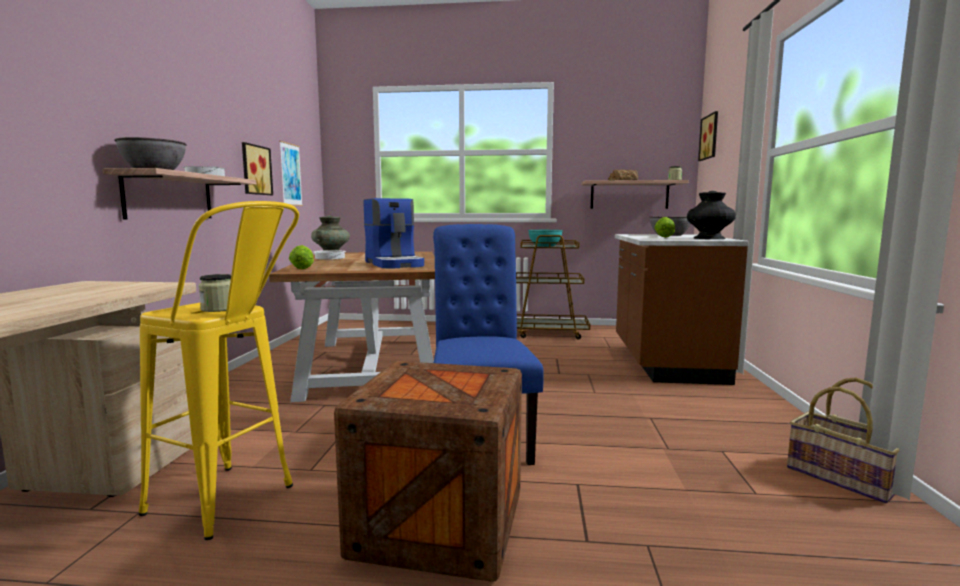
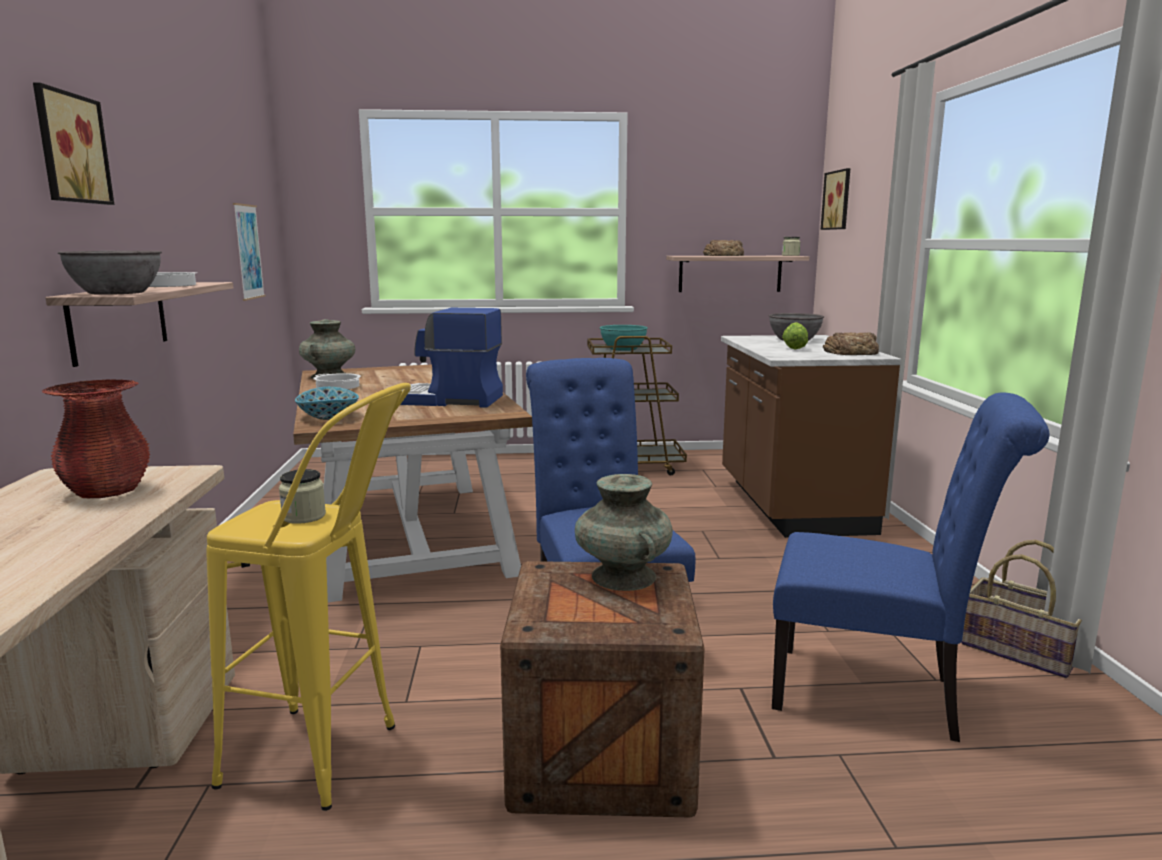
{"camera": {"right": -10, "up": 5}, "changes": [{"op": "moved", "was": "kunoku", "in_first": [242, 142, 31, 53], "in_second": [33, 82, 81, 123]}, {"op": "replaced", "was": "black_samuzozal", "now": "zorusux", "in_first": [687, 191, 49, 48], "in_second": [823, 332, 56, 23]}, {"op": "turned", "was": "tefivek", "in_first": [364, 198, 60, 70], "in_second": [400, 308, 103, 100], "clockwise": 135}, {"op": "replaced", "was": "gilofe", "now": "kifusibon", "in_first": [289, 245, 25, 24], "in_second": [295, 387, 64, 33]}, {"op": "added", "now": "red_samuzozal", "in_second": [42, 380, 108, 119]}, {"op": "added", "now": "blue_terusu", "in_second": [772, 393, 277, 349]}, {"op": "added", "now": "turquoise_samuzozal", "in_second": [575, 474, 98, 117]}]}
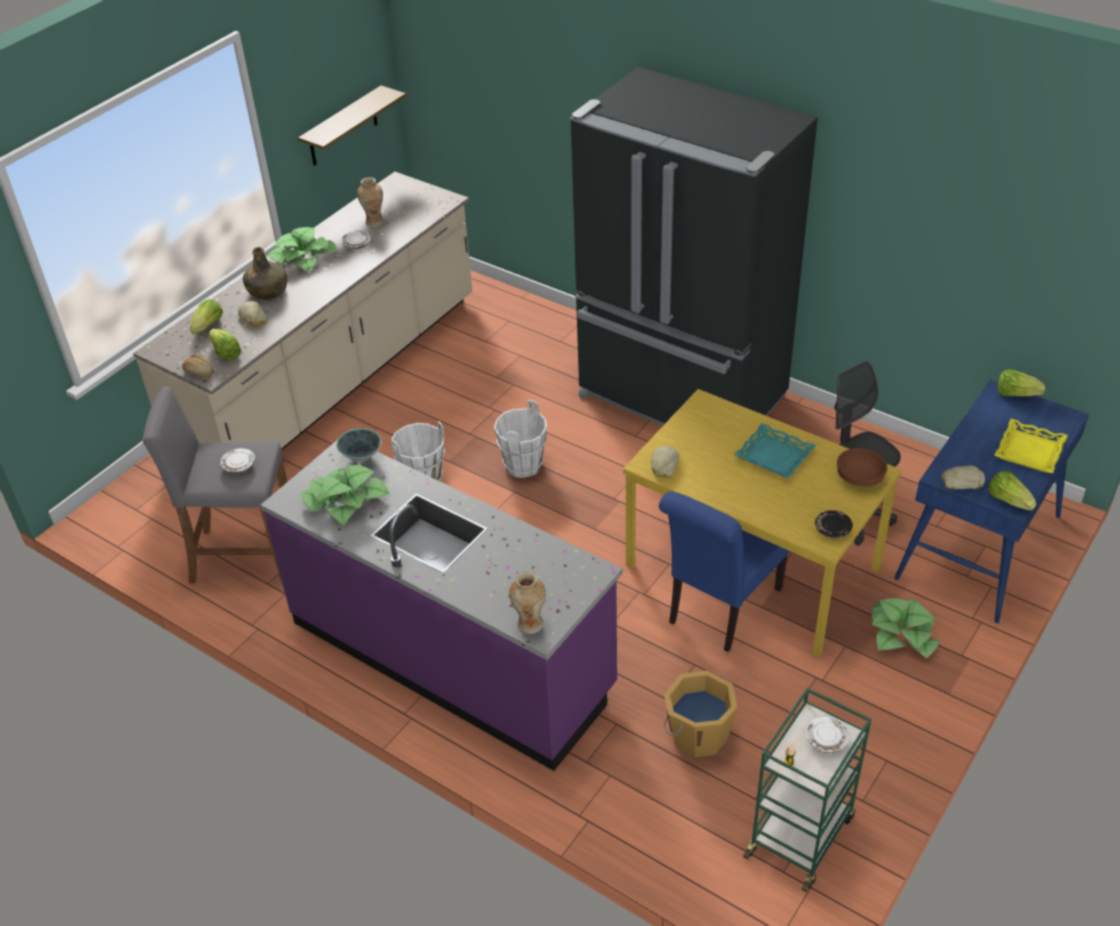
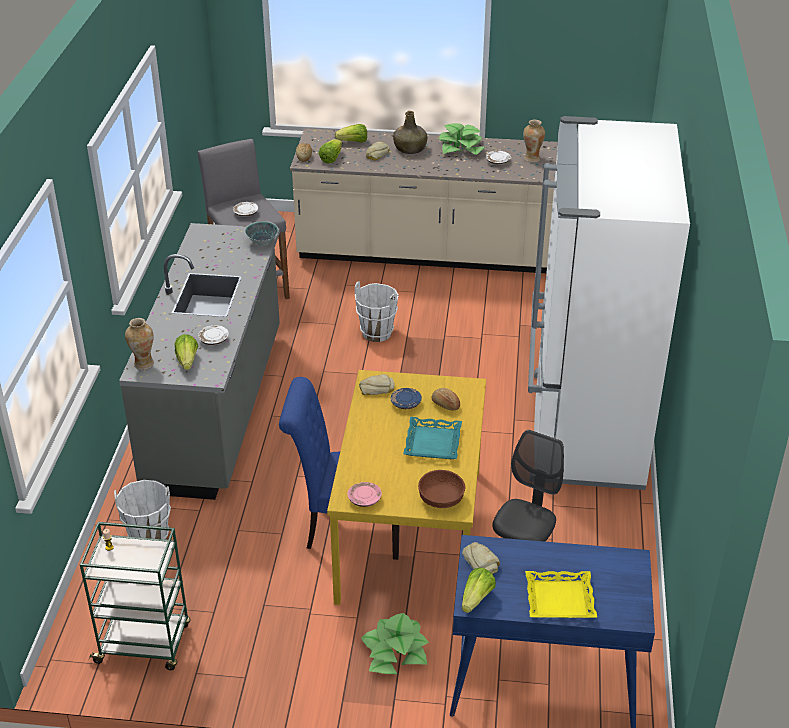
{"camera": {"right": 60, "up": -5}, "changes": [{"op": "recoloured", "was": "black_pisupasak", "now": "white_pisupasak", "in_first": [570, 67, 248, 358], "in_second": [528, 116, 162, 374]}, {"op": "removed", "was": "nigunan", "in_first": [298, 86, 108, 80]}, {"op": "moved", "was": "gilofe", "in_first": [997, 369, 49, 27], "in_second": [175, 334, 23, 36]}, {"op": "moved", "was": "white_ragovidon", "in_first": [494, 400, 53, 78], "in_second": [114, 480, 57, 60]}, {"op": "recoloured", "was": "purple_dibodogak", "now": "grey_dibodogak", "in_first": [261, 440, 362, 331], "in_second": [119, 223, 161, 277]}, {"op": "removed", "was": "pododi", "in_first": [301, 464, 89, 61]}, {"op": "recoloured", "was": "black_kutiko", "now": "pink_kutiko", "in_first": [815, 510, 38, 28], "in_second": [347, 482, 35, 25]}, {"op": "removed", "was": "orange_ragovidon", "in_first": [664, 671, 73, 86]}, {"op": "moved", "was": "white_kutiko", "in_first": [806, 717, 43, 36], "in_second": [198, 325, 31, 20]}, {"op": "added", "now": "blue_kutiko", "in_second": [390, 388, 32, 21]}, {"op": "added", "now": "zorusux", "in_second": [432, 388, 28, 22]}]}
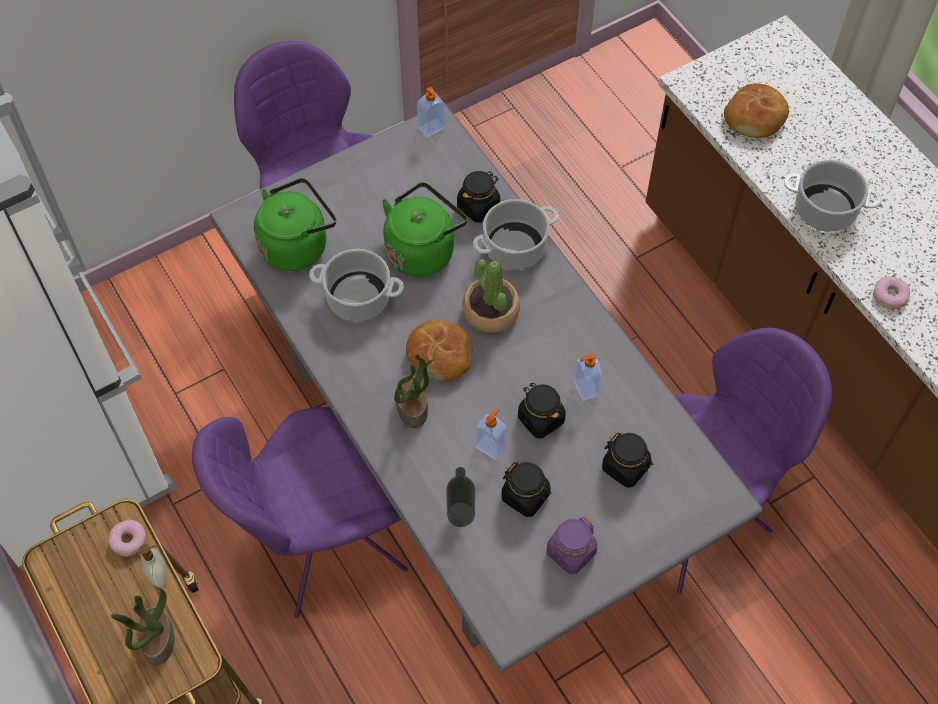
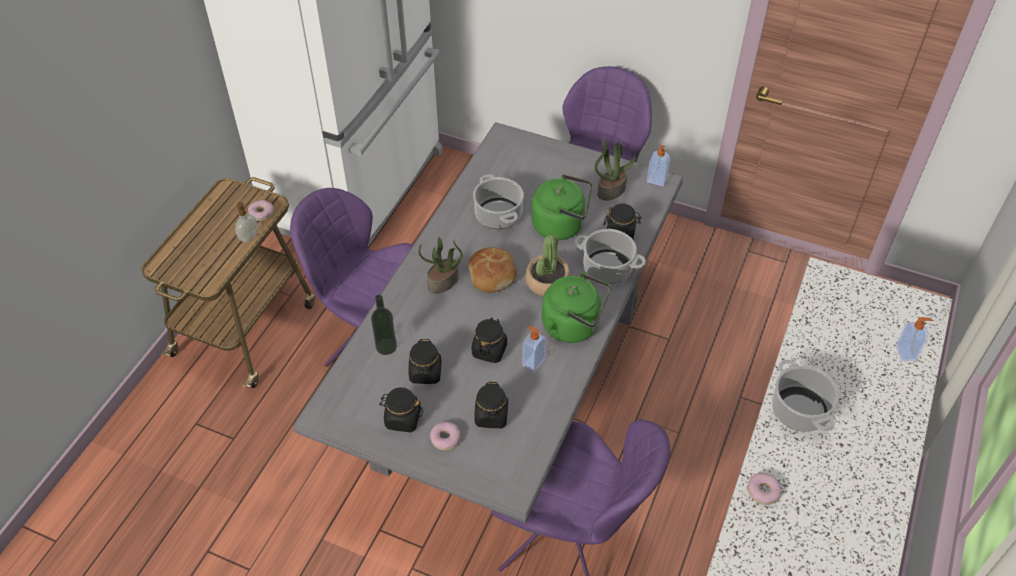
{"camera": {"right": 55, "up": -10}, "changes": [{"op": "removed", "was": "zorusux", "in_first": [724, 83, 65, 55]}, {"op": "moved", "was": "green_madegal", "in_first": [254, 178, 82, 93], "in_second": [542, 272, 69, 71]}, {"op": "moved", "was": "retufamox", "in_first": [475, 408, 32, 52], "in_second": [896, 317, 36, 44]}, {"op": "recoloured", "was": "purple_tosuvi", "now": "black_tosuvi", "in_first": [547, 517, 50, 57], "in_second": [379, 387, 44, 45]}, {"op": "moved", "was": "pododi", "in_first": [111, 587, 63, 78], "in_second": [595, 139, 41, 62]}, {"op": "added", "now": "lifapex", "in_second": [430, 422, 30, 28]}]}
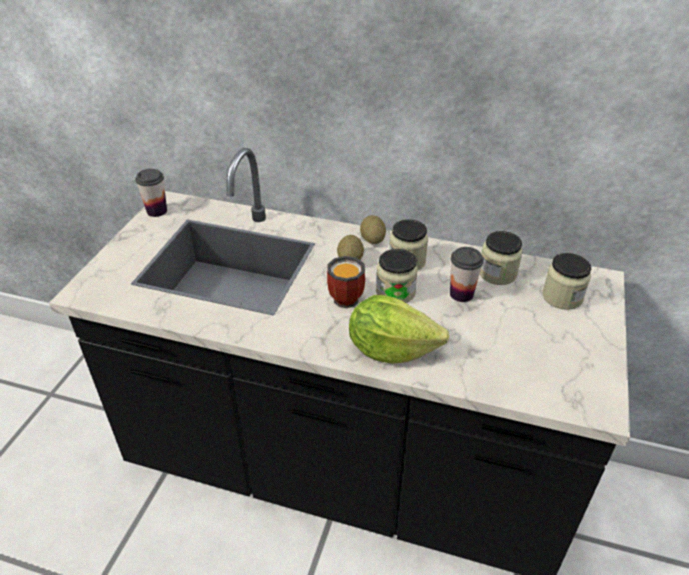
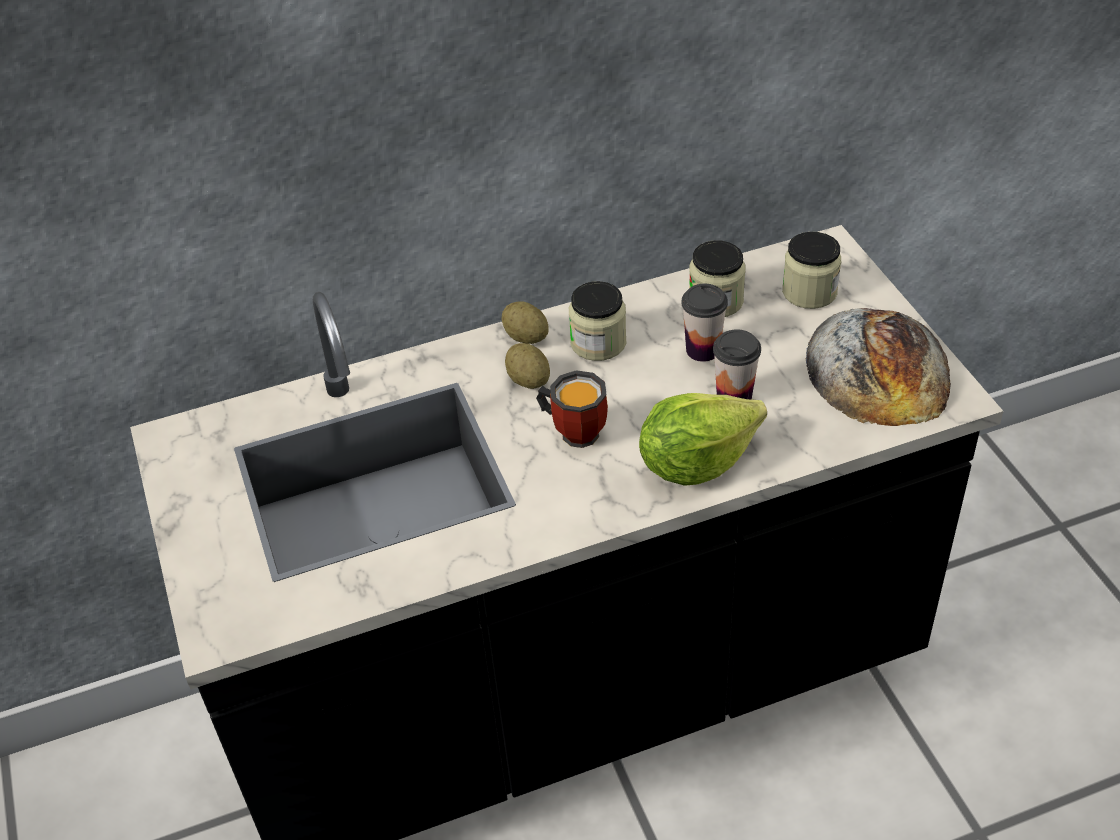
{"camera": {"right": -35, "up": 5}, "changes": [{"op": "moved", "was": "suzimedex", "in_first": [135, 169, 32, 48], "in_second": [713, 329, 48, 70]}, {"op": "removed", "was": "tosuvi", "in_first": [376, 249, 42, 54]}, {"op": "added", "now": "zorusux", "in_second": [806, 308, 145, 118]}]}
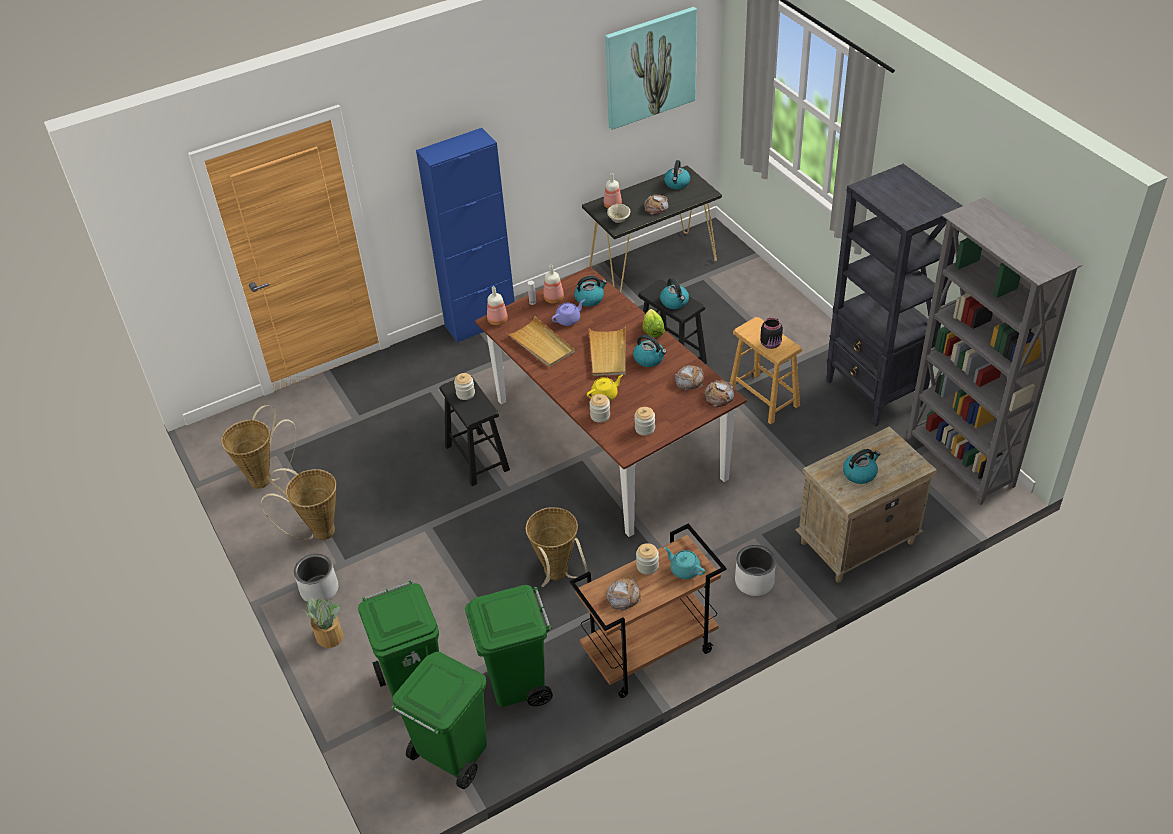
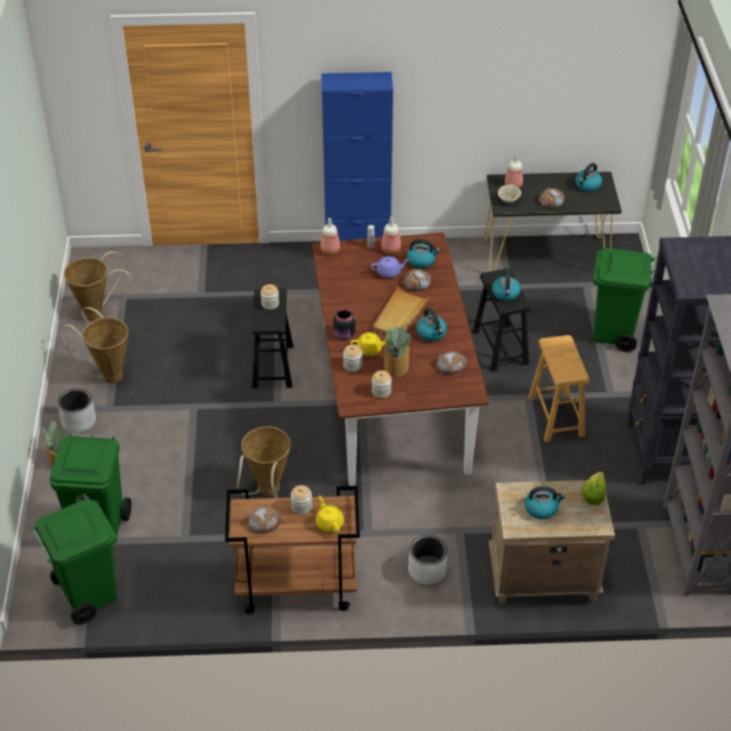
{"camera": {"right": 25, "up": 0}, "changes": [{"op": "removed", "was": "kunoku", "in_first": [605, 7, 92, 123]}, {"op": "moved", "was": "gilofe", "in_first": [643, 309, 22, 29], "in_second": [581, 472, 25, 33]}, {"op": "removed", "was": "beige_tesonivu", "in_first": [507, 316, 68, 51]}, {"op": "moved", "was": "black_tosuvi", "in_first": [760, 318, 23, 31], "in_second": [333, 309, 22, 31]}, {"op": "moved", "was": "zorusux", "in_first": [704, 381, 30, 26], "in_second": [402, 269, 29, 22]}, {"op": "recoloured", "was": "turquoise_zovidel", "now": "yellow_zovidel", "in_first": [664, 547, 41, 32], "in_second": [315, 496, 29, 37]}, {"op": "moved", "was": "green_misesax", "in_first": [465, 585, 88, 122], "in_second": [593, 248, 63, 104]}, {"op": "added", "now": "pododi", "in_second": [384, 326, 28, 51]}]}
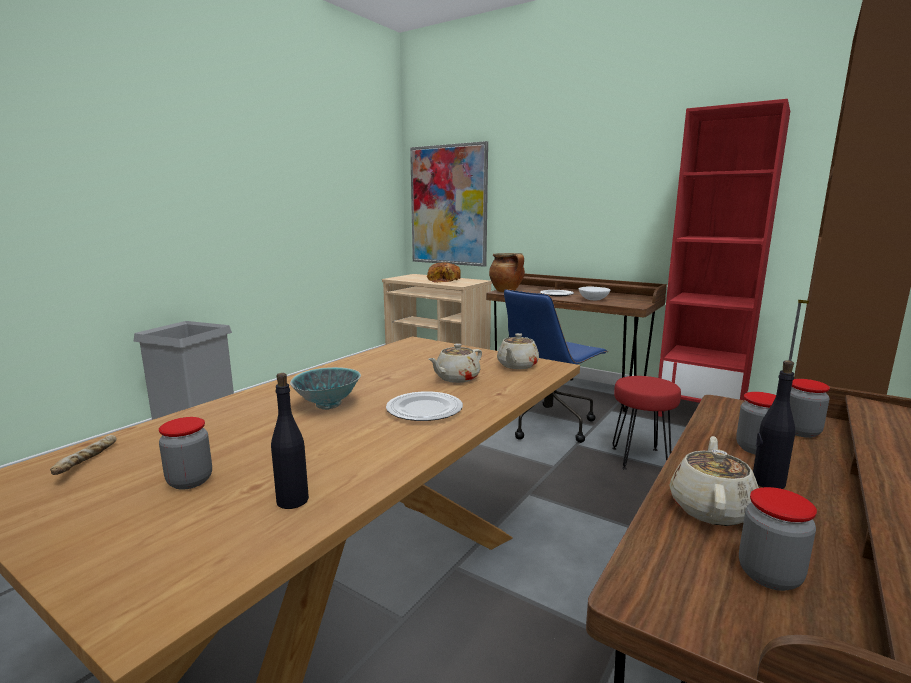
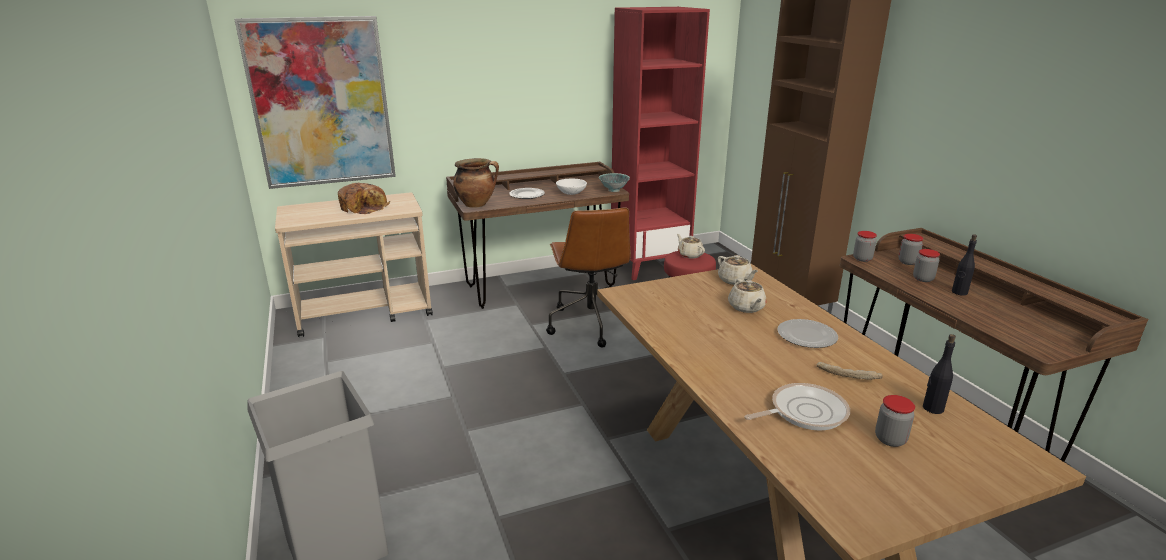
{"camera": {"right": -55, "up": 10}, "changes": [{"op": "recoloured", "was": "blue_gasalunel", "now": "brown_gasalunel", "in_first": [504, 289, 104, 154], "in_second": [546, 207, 85, 141]}, {"op": "moved", "was": "kifusibon", "in_first": [290, 367, 71, 43], "in_second": [599, 173, 31, 19]}, {"op": "moved", "was": "zorusux", "in_first": [50, 435, 66, 40], "in_second": [816, 362, 67, 18]}, {"op": "moved", "was": "beige_zovidel", "in_first": [670, 436, 89, 90], "in_second": [677, 234, 28, 24]}, {"op": "moved", "was": "tosuvi", "in_first": [739, 487, 78, 104], "in_second": [853, 231, 24, 31]}, {"op": "added", "now": "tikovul", "in_second": [745, 383, 105, 47]}]}
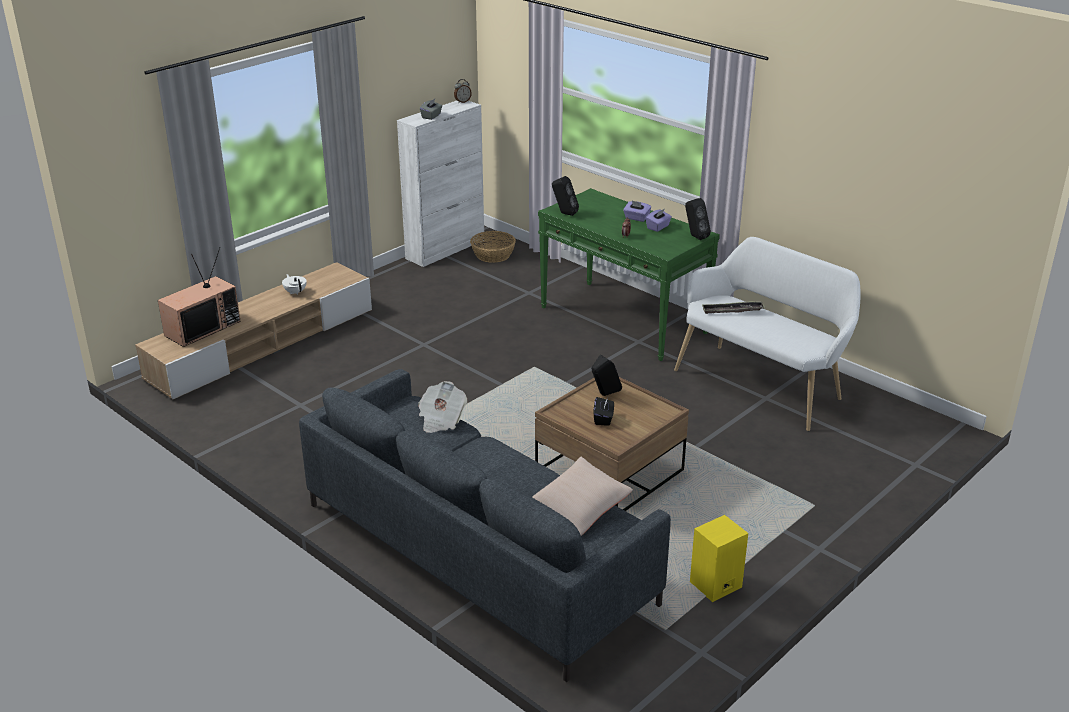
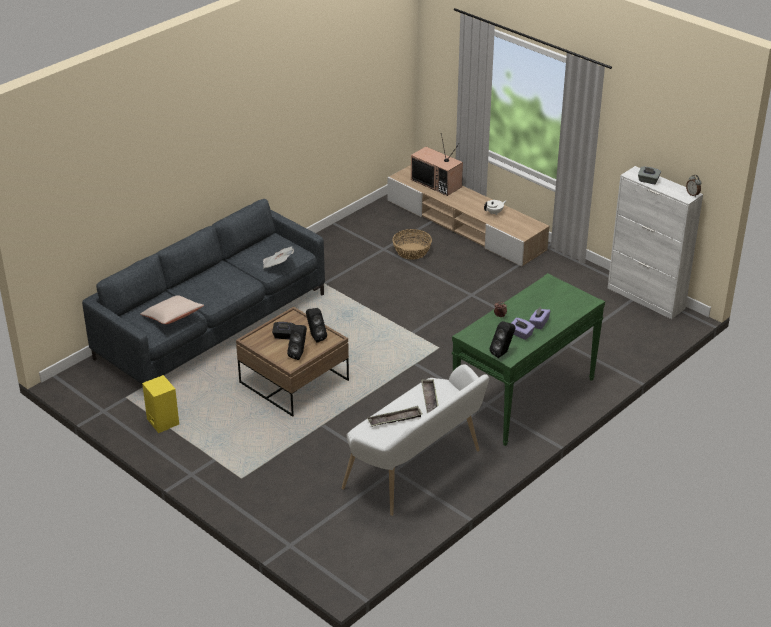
{"camera": {"right": 90, "up": 5}, "changes": [{"op": "moved", "was": "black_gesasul", "in_first": [552, 176, 27, 40], "in_second": [287, 325, 20, 35]}, {"op": "moved", "was": "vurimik", "in_first": [470, 231, 46, 32], "in_second": [392, 229, 40, 30]}, {"op": "added", "now": "tesonivu", "in_second": [367, 406, 56, 21]}]}
